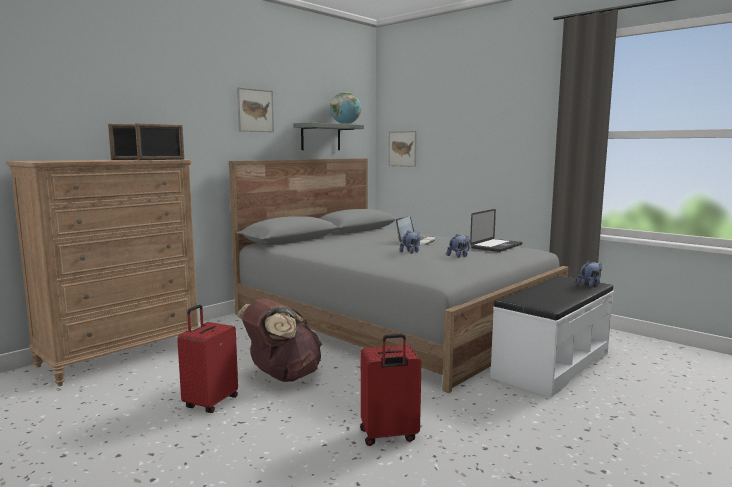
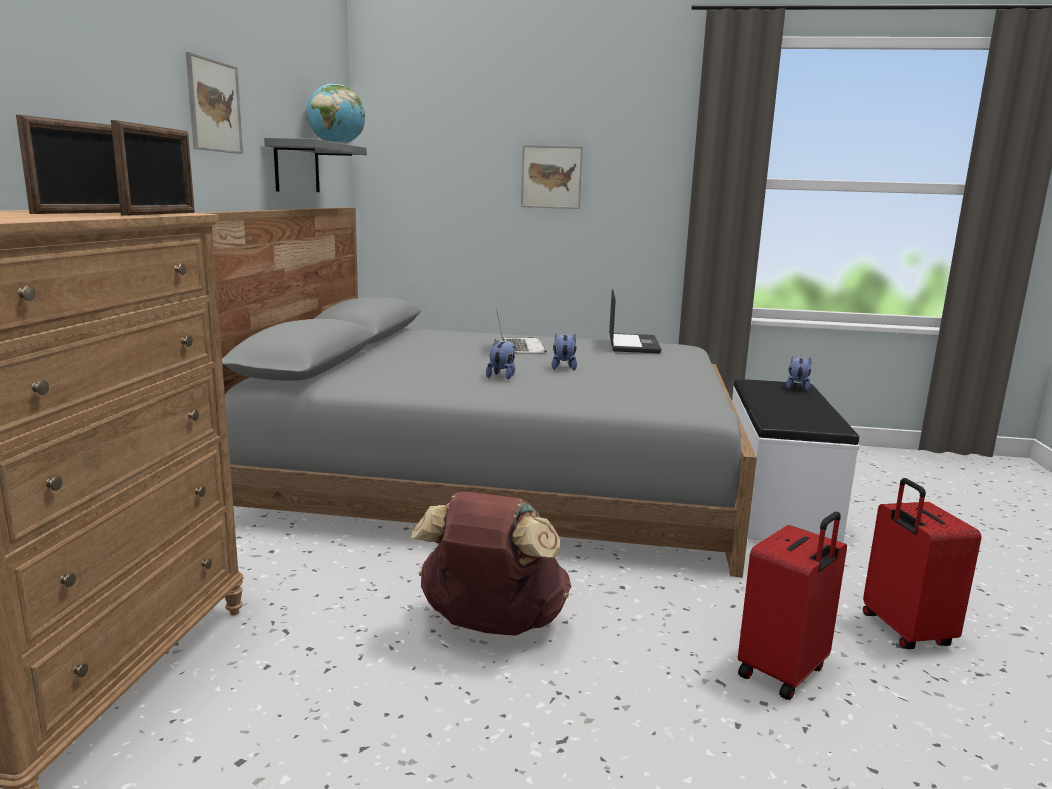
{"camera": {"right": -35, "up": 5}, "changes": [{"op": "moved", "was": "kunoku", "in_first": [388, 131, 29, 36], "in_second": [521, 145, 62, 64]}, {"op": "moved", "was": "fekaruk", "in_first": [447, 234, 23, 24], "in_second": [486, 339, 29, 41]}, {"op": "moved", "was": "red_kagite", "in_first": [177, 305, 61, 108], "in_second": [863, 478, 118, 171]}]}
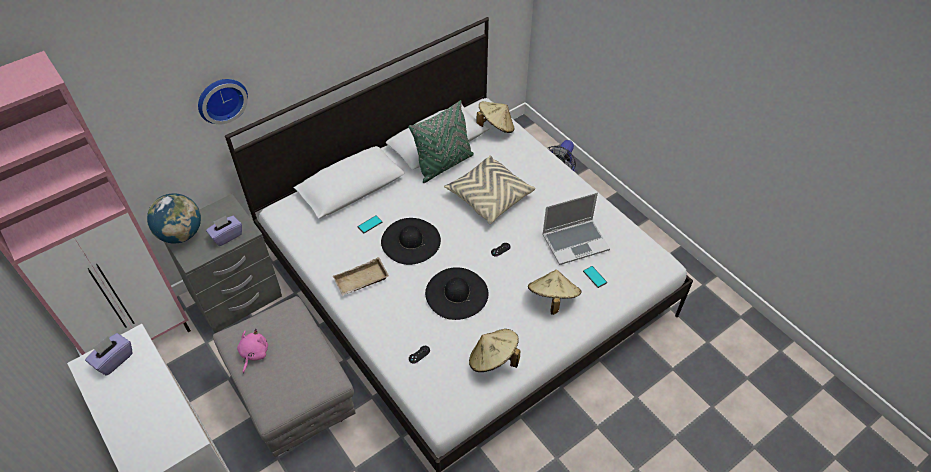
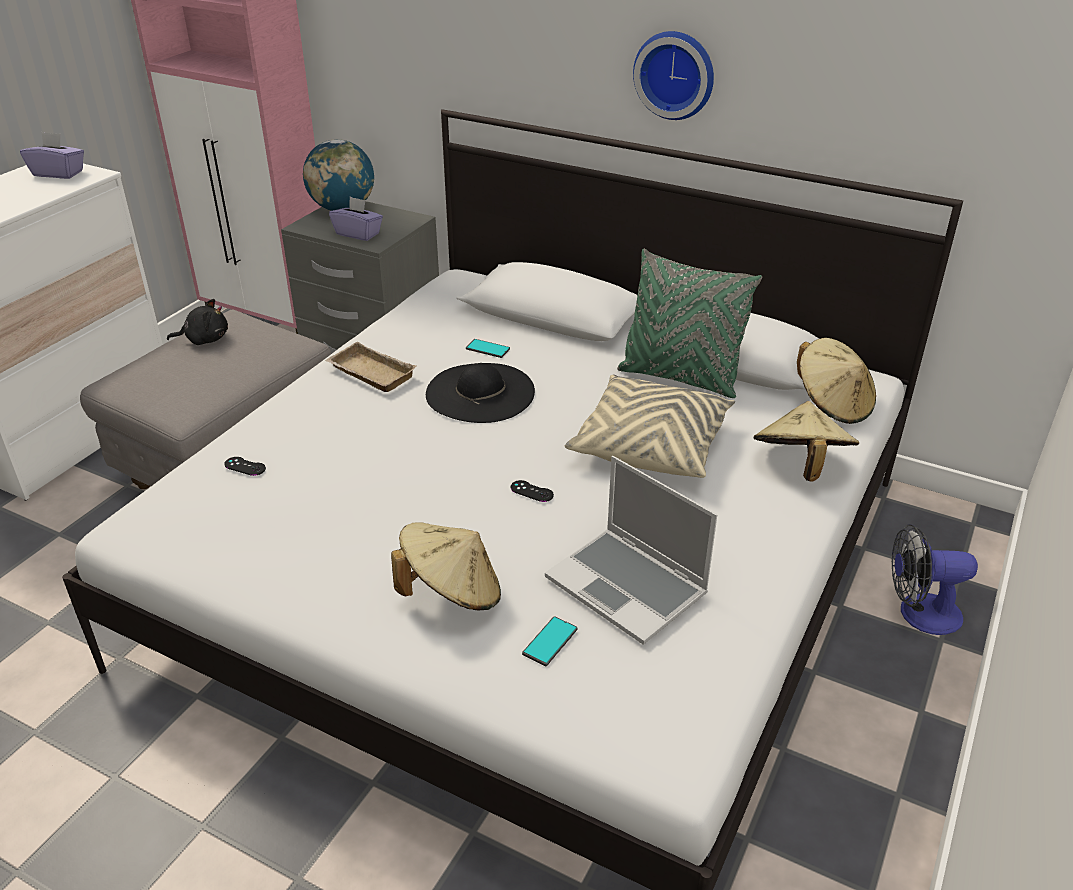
{"camera": {"right": 65, "up": -15}, "changes": [{"op": "moved", "was": "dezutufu", "in_first": [198, 79, 50, 45], "in_second": [633, 31, 81, 89]}, {"op": "removed", "was": "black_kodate", "in_first": [425, 267, 63, 53]}, {"op": "recoloured", "was": "pink_fekaruk", "now": "black_fekaruk", "in_first": [237, 329, 31, 44], "in_second": [167, 299, 61, 46]}, {"op": "moved", "was": "beige_kodate", "in_first": [469, 329, 51, 43], "in_second": [754, 401, 105, 81]}]}
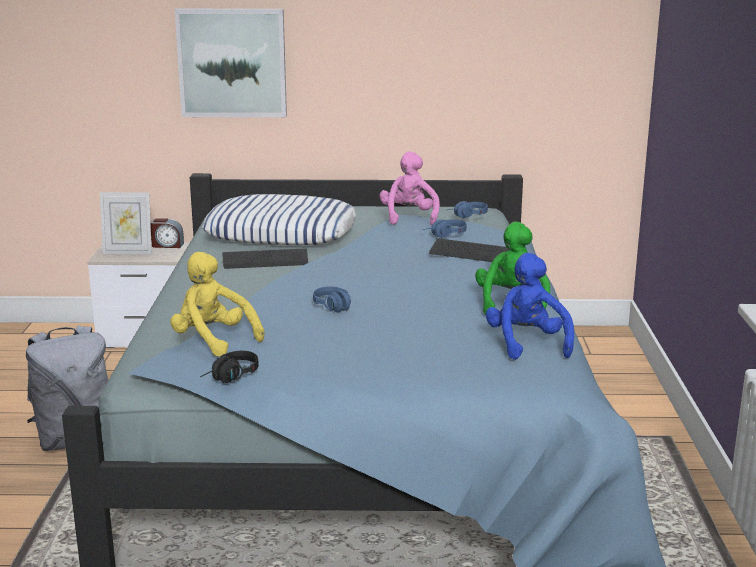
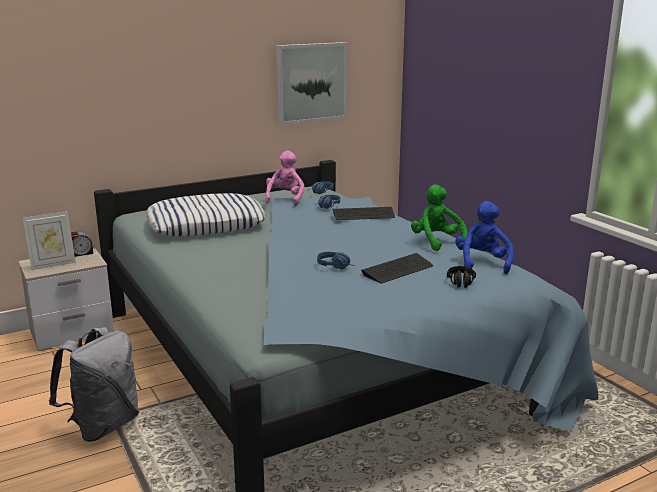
{"camera": {"right": -30, "up": 0}, "changes": [{"op": "moved", "was": "kunoku", "in_first": [174, 9, 113, 108], "in_second": [276, 42, 72, 83]}, {"op": "turned", "was": "pink_fekaruk", "in_first": [380, 151, 60, 74], "in_second": [265, 150, 39, 56], "clockwise": 45}, {"op": "moved", "was": "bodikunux", "in_first": [222, 248, 86, 21], "in_second": [361, 253, 72, 30]}, {"op": "removed", "was": "yellow_fekaruk", "in_first": [170, 252, 95, 105]}, {"op": "turned", "was": "blue_fekaruk", "in_first": [485, 253, 89, 107], "in_second": [455, 201, 59, 73], "clockwise": 45}, {"op": "moved", "was": "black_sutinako", "in_first": [200, 351, 59, 32], "in_second": [447, 266, 29, 22]}]}
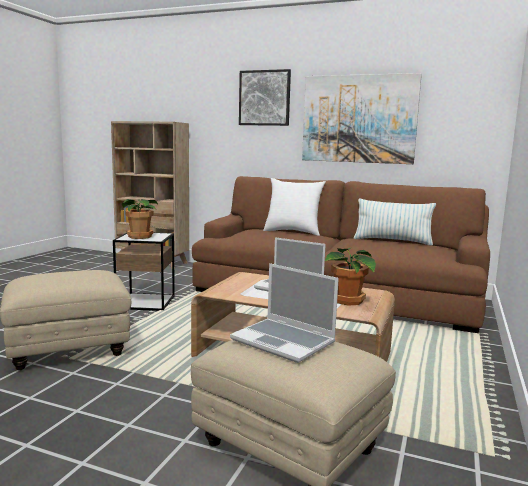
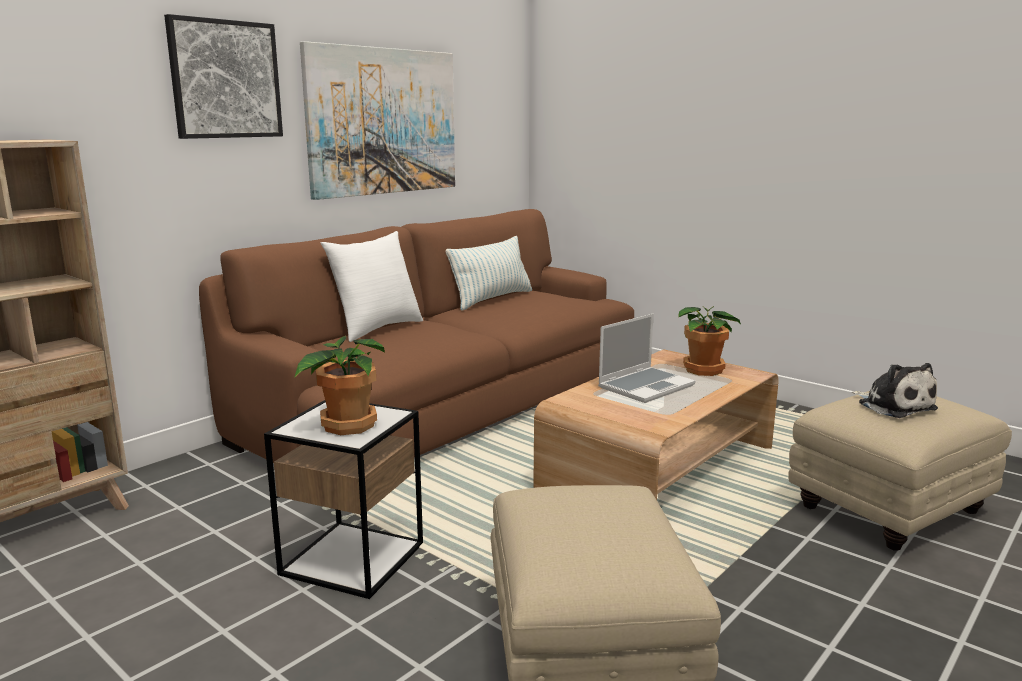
{"camera": {"right": -70, "up": 5}, "changes": [{"op": "replaced", "was": "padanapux", "now": "fekaruk", "in_first": [230, 263, 109, 100], "in_second": [852, 363, 86, 55]}]}
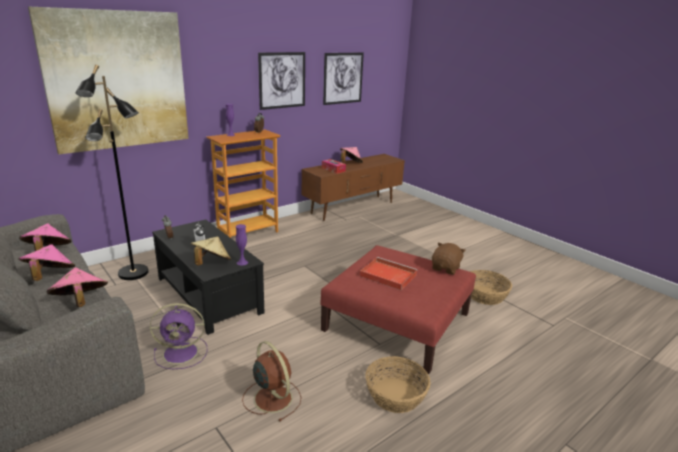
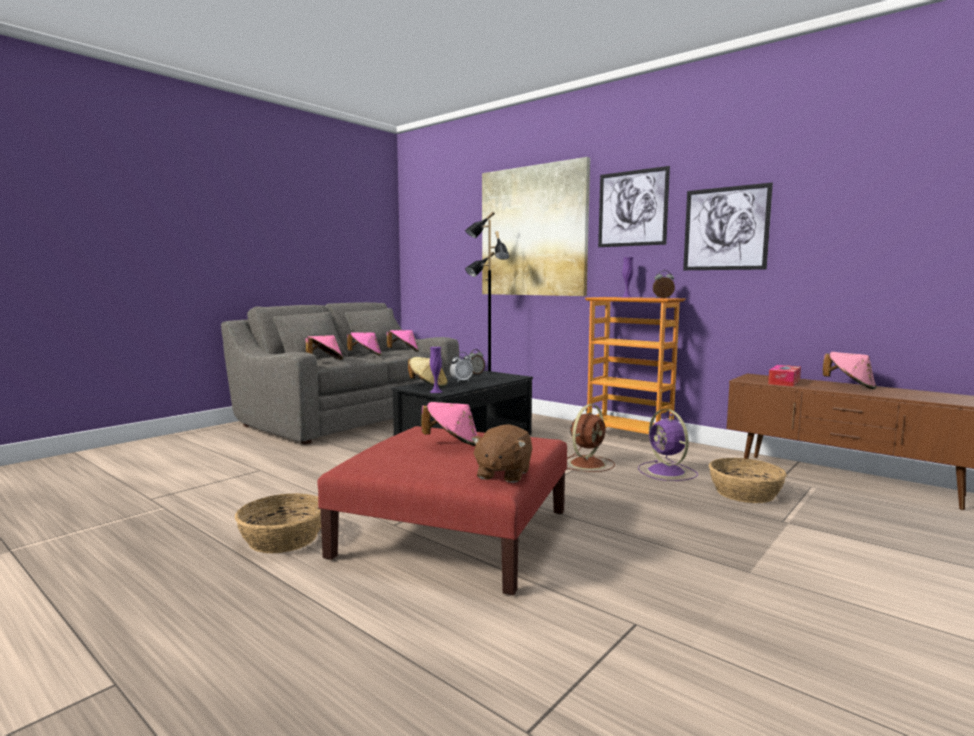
{"camera": {"right": 80, "up": -15}, "changes": [{"op": "moved", "was": "kunoku", "in_first": [323, 52, 41, 53], "in_second": [598, 166, 72, 81]}, {"op": "turned", "was": "brown_fekaruk", "in_first": [432, 242, 34, 33], "in_second": [471, 424, 61, 59], "clockwise": 90}, {"op": "replaced", "was": "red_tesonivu", "now": "pink_kodate", "in_first": [360, 257, 58, 33], "in_second": [422, 402, 56, 44]}, {"op": "moved", "was": "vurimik", "in_first": [470, 270, 42, 35], "in_second": [709, 458, 78, 45]}, {"op": "moved", "was": "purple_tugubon", "in_first": [150, 303, 57, 66], "in_second": [638, 409, 60, 72]}, {"op": "moved", "was": "brown_tugubon", "in_first": [242, 341, 59, 81], "in_second": [567, 404, 48, 68]}]}
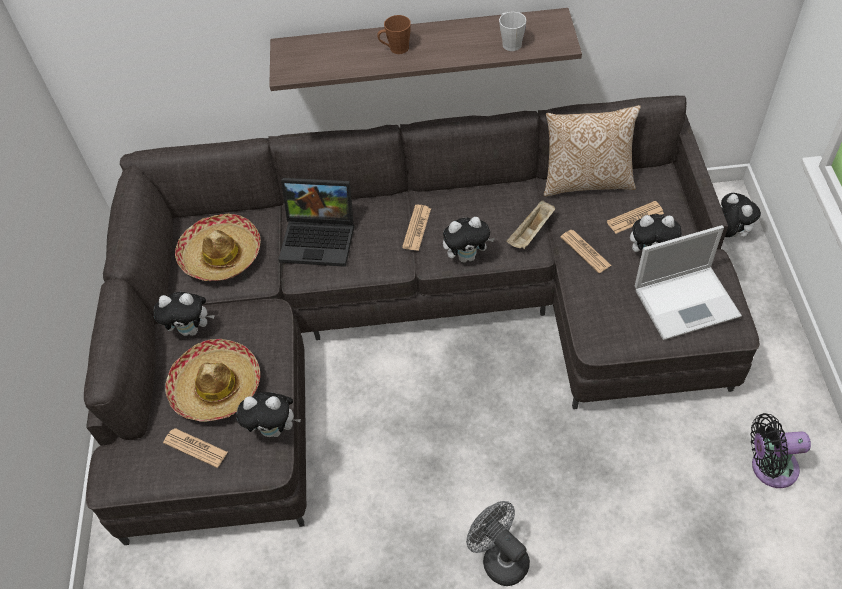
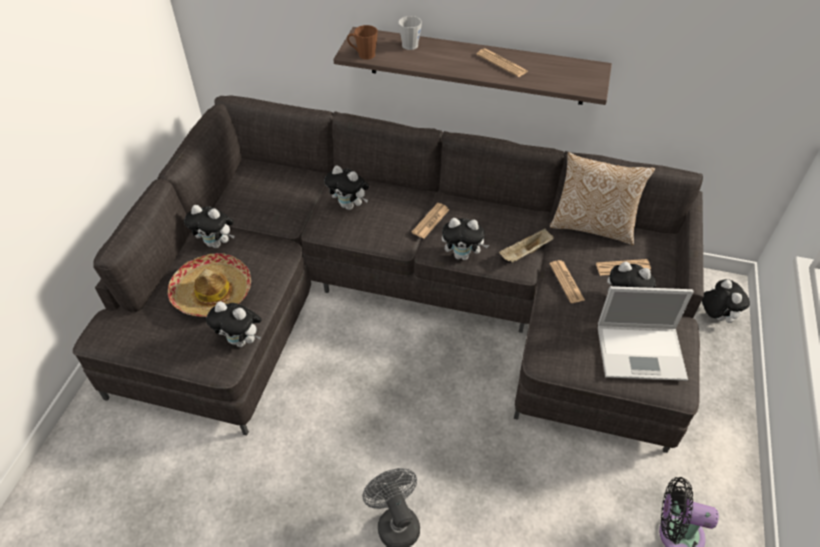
{"camera": {"right": 15, "up": -5}, "changes": [{"op": "moved", "was": "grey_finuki", "in_first": [499, 12, 27, 39], "in_second": [399, 16, 23, 34]}, {"op": "moved", "was": "brown_finuki", "in_first": [377, 15, 34, 39], "in_second": [347, 25, 31, 35]}, {"op": "replaced", "was": "padanapux", "now": "fekaruk", "in_first": [278, 178, 76, 89], "in_second": [325, 166, 44, 44]}, {"op": "removed", "was": "kodate", "in_first": [175, 214, 86, 67]}, {"op": "moved", "was": "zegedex", "in_first": [163, 428, 65, 40], "in_second": [476, 48, 52, 29]}]}
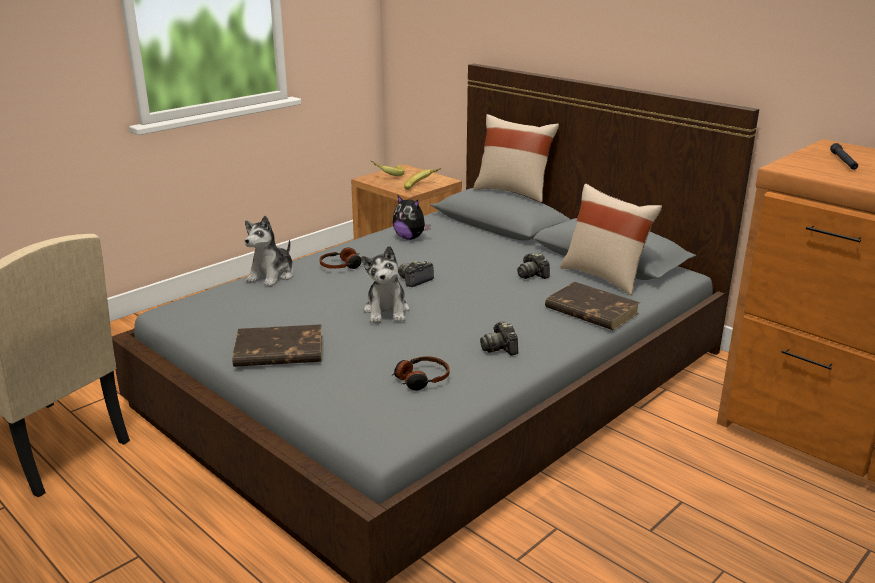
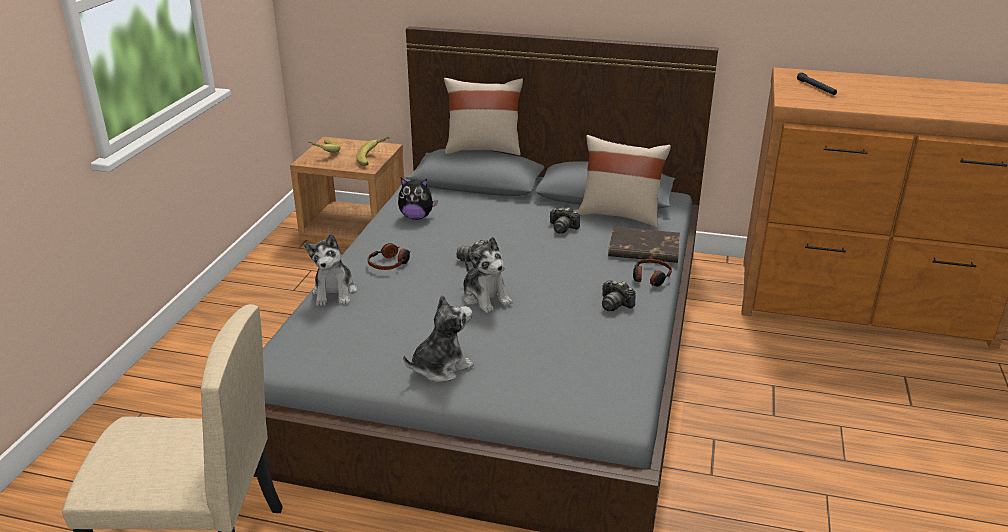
{"camera": {"right": -30, "up": 5}, "changes": [{"op": "replaced", "was": "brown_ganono", "now": "fekaruk", "in_first": [232, 324, 90, 43], "in_second": [403, 295, 71, 87]}, {"op": "moved", "was": "sutinako", "in_first": [391, 356, 59, 35], "in_second": [633, 259, 39, 28]}]}
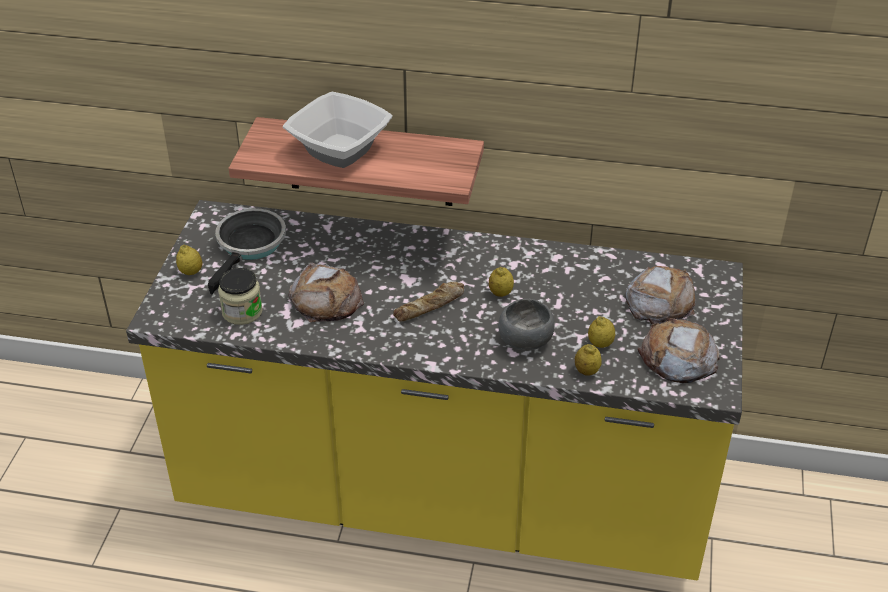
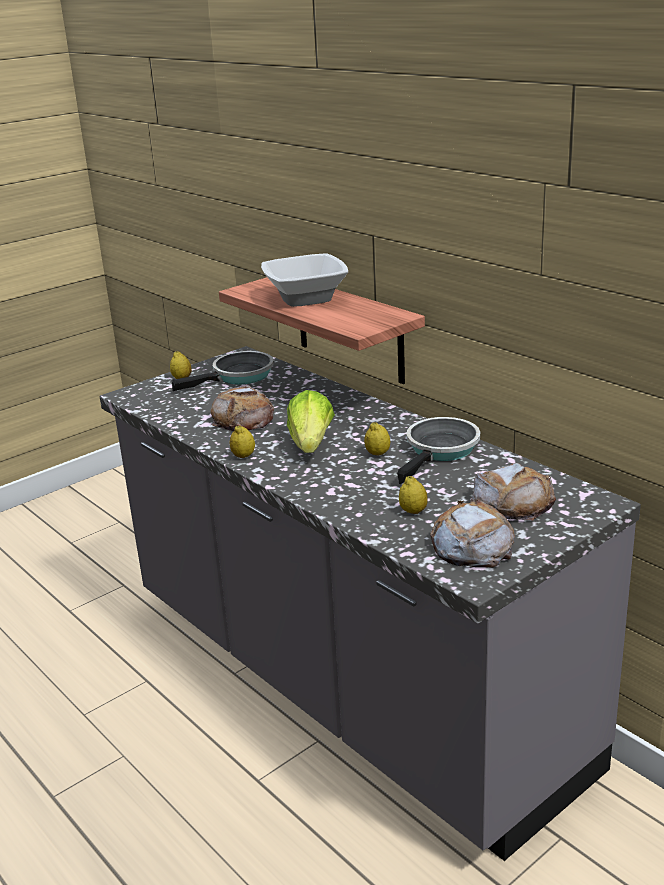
{"camera": {"right": 40, "up": -15}, "changes": [{"op": "recoloured", "was": "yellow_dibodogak", "now": "grey_dibodogak", "in_first": [126, 200, 617, 380], "in_second": [100, 346, 541, 515]}, {"op": "removed", "was": "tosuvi", "in_first": [218, 268, 45, 57]}, {"op": "replaced", "was": "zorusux", "now": "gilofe", "in_first": [393, 282, 71, 39], "in_second": [287, 390, 48, 63]}, {"op": "removed", "was": "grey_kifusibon", "in_first": [499, 299, 56, 52]}, {"op": "moved", "was": "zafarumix", "in_first": [575, 344, 27, 32], "in_second": [230, 425, 25, 33]}, {"op": "added", "now": "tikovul", "in_second": [397, 417, 83, 67]}]}
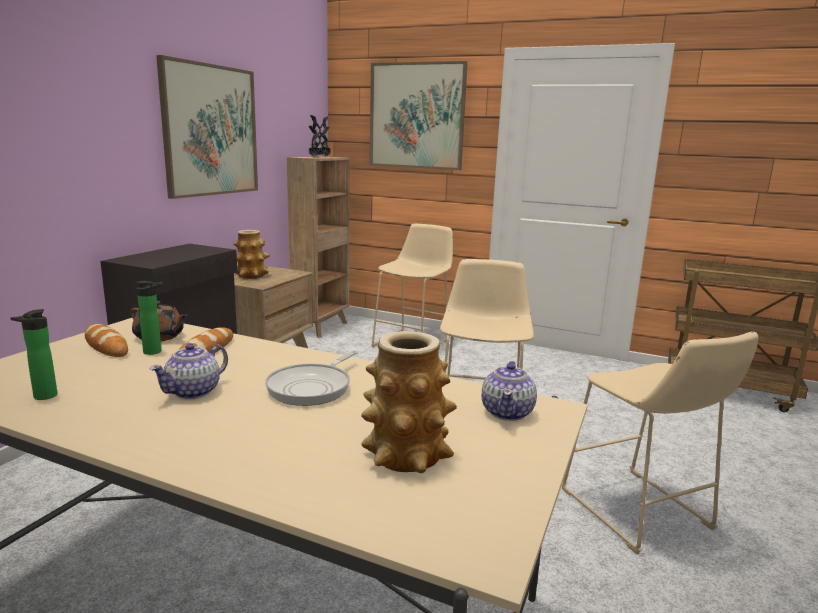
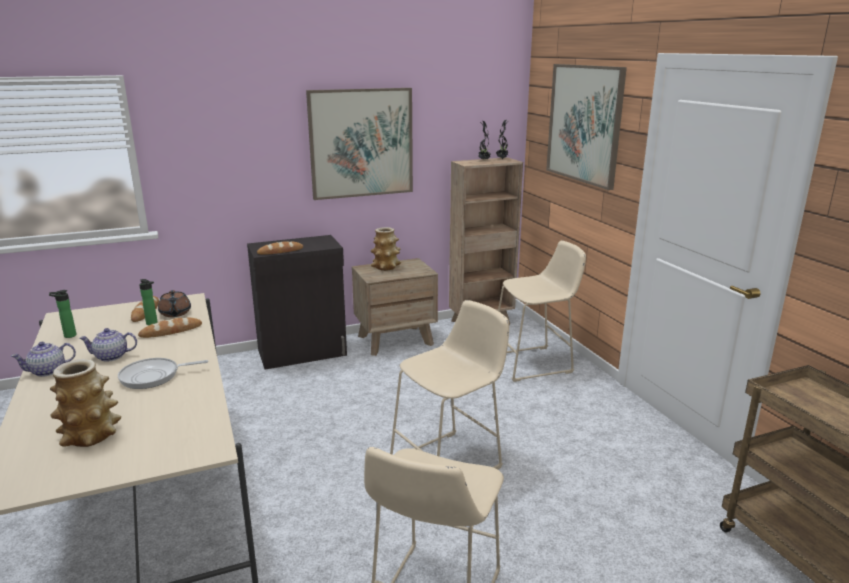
{"camera": {"right": 45, "up": 5}, "changes": [{"op": "moved", "was": "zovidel", "in_first": [482, 361, 55, 60], "in_second": [10, 342, 66, 35]}, {"op": "added", "now": "zorusux", "in_second": [257, 241, 46, 14]}]}
